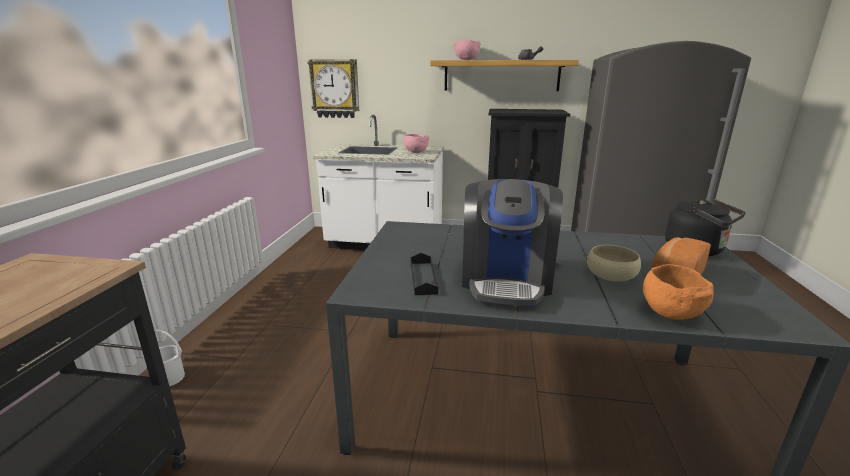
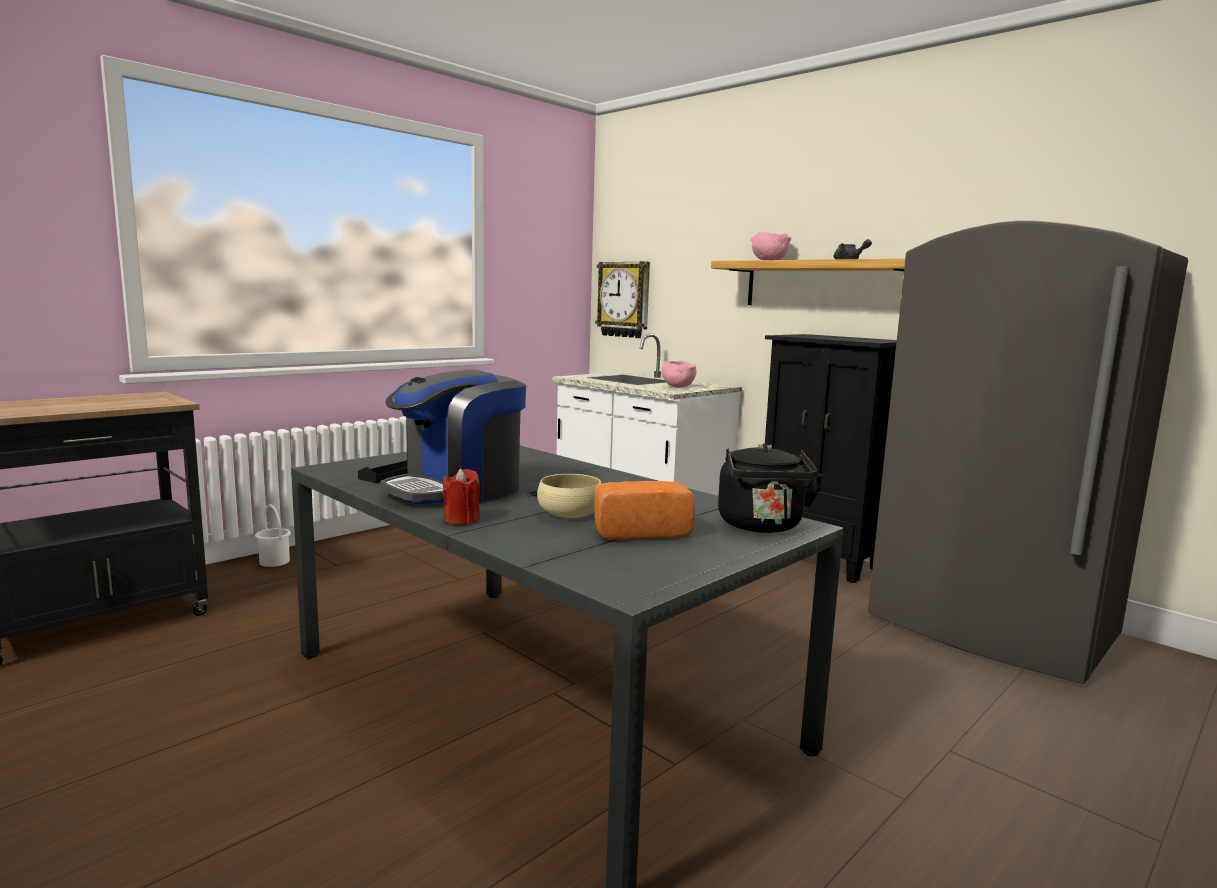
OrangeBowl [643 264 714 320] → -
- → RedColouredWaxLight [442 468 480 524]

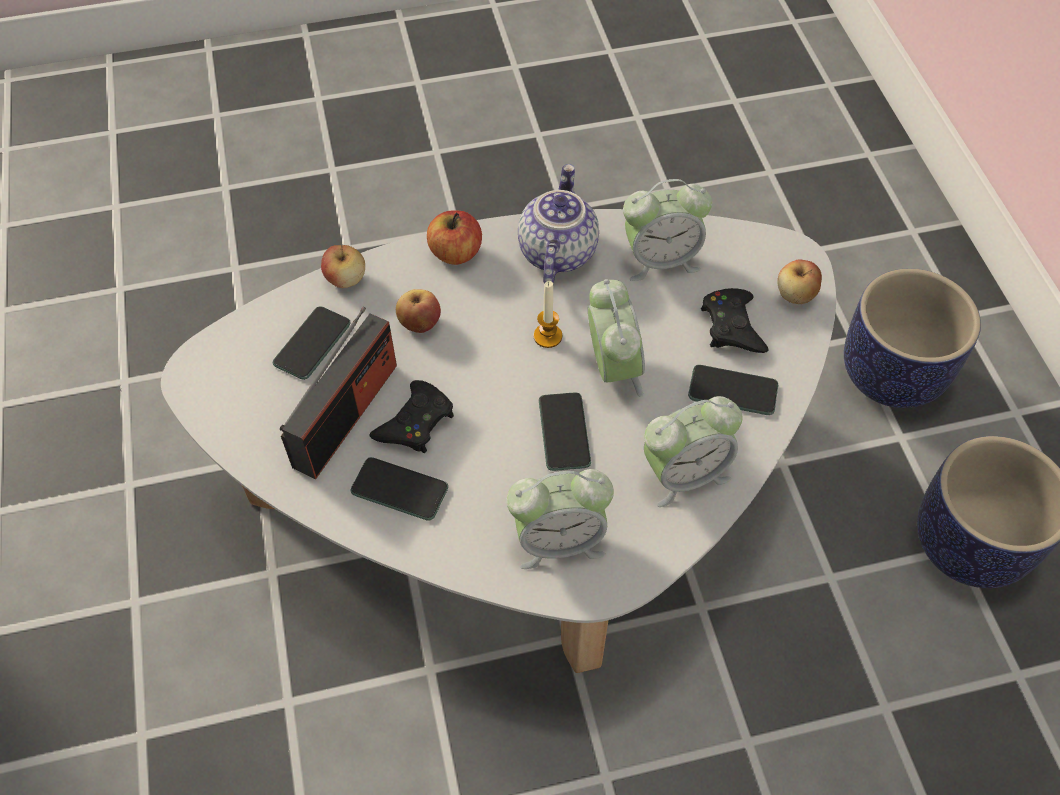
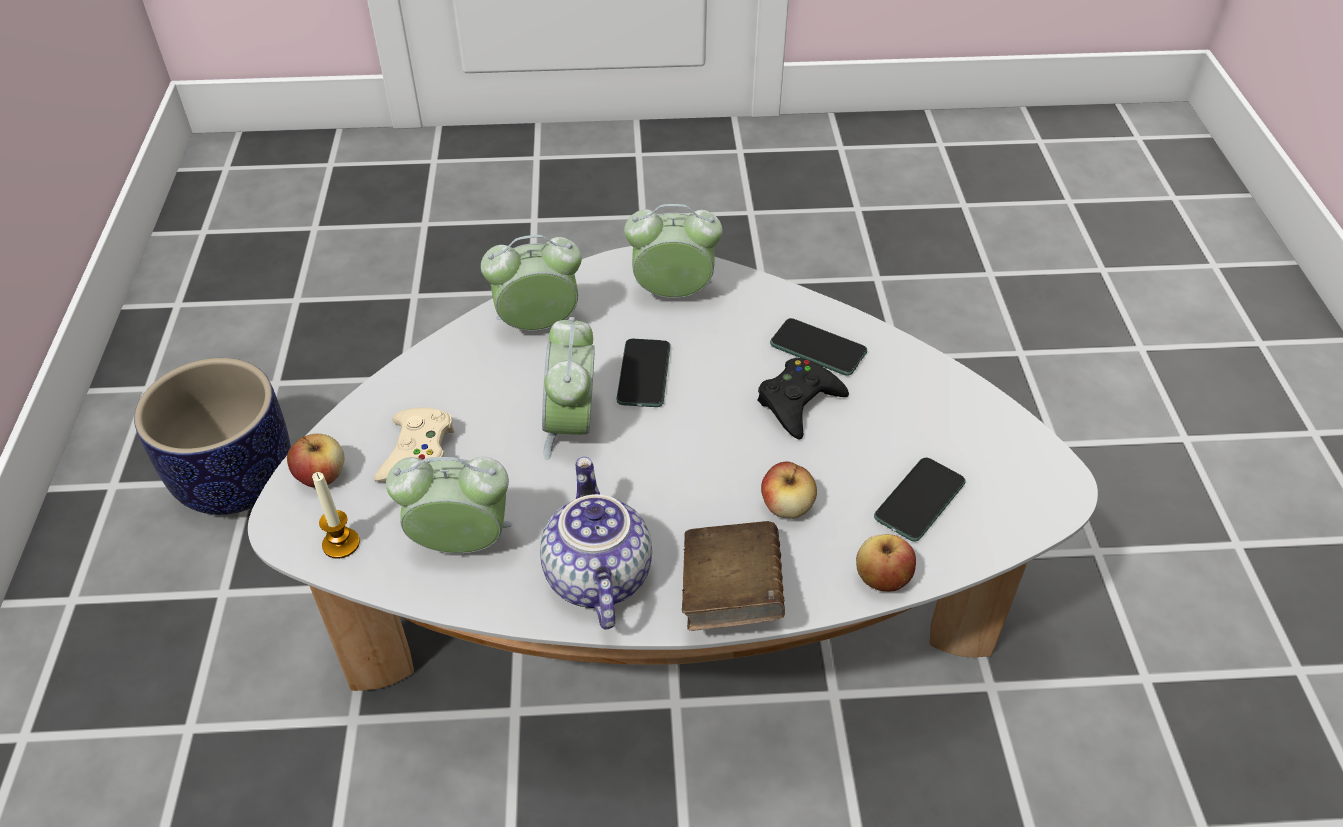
PotForTea [518 164 599 283] → PotForTea [540 457 652 629], 150 degrees clockwise
AppleFruit [427 210 482 265] → BrownBoundBook [682 521 785 631]
Planter [844 269 981 408] → -
WaxLight [533 281 562 348] → WaxLight [312 472 360 559], shifted
BlackColouredGameController [701 288 769 353] → SandColouredGameController [374 408 455 482]
RadioReceiver [280 307 397 479] → -
Telephone [688 365 778 415] → -

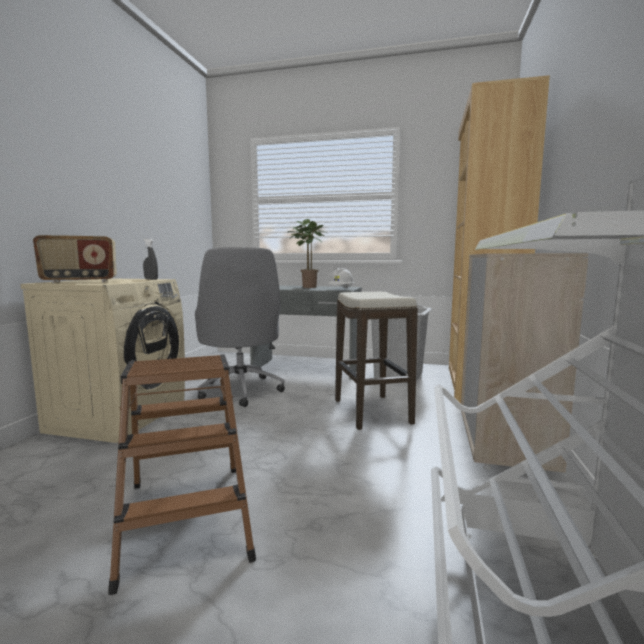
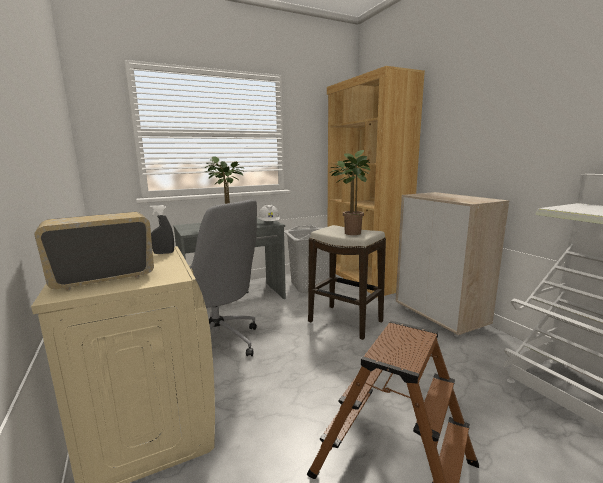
RadioReceiver [33 235 117 283] → RadioReceiver [35 212 154 290], 150 degrees counterclockwise
- → PlantInAPot [330 150 370 235]

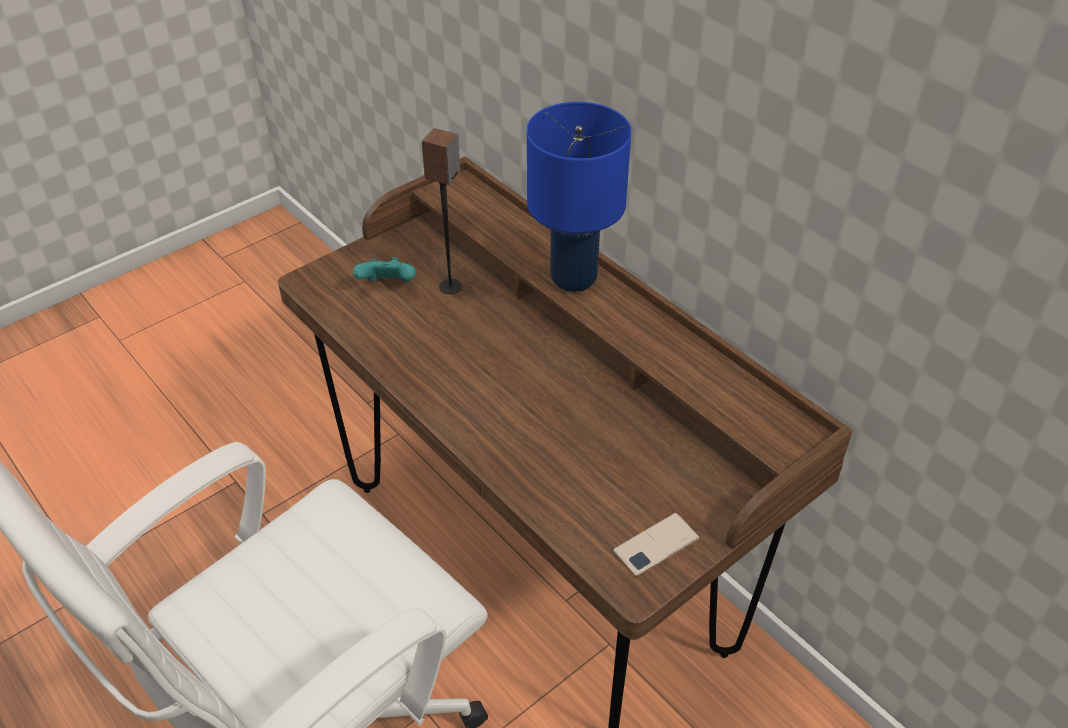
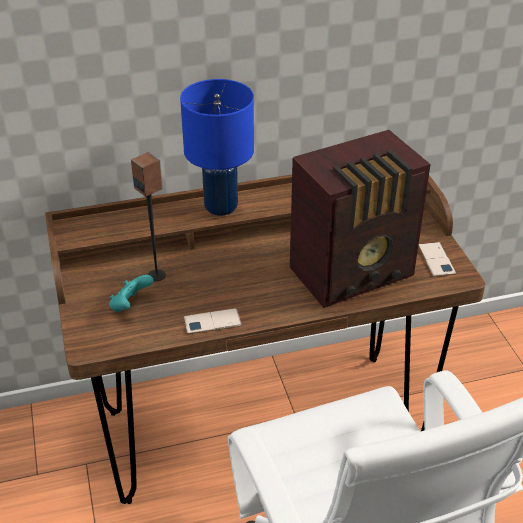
- → RadioReceiver [290 130 431 308]
- → Telephone [184 308 242 334]

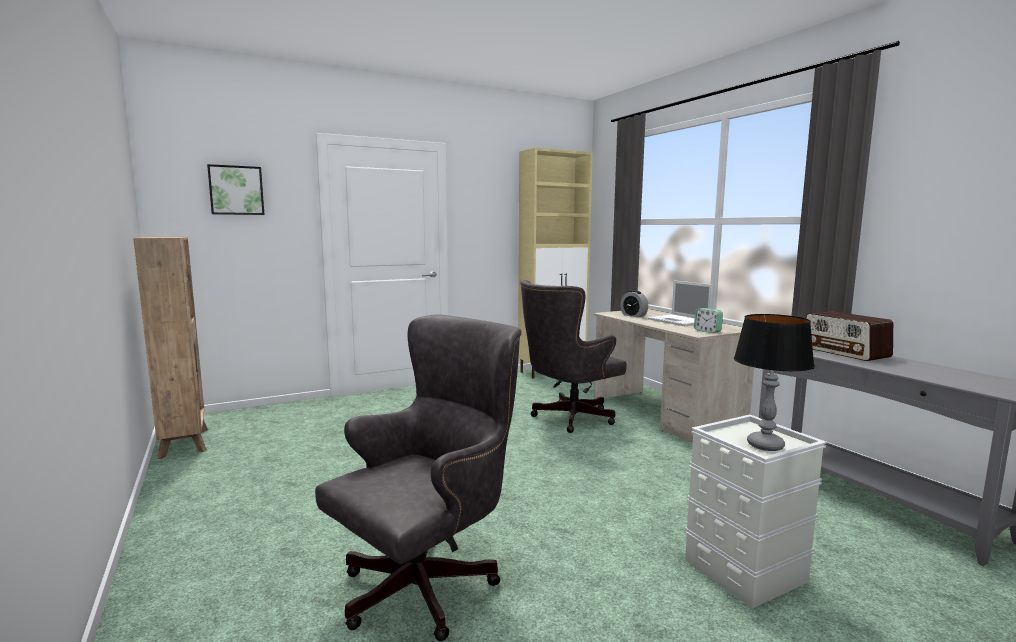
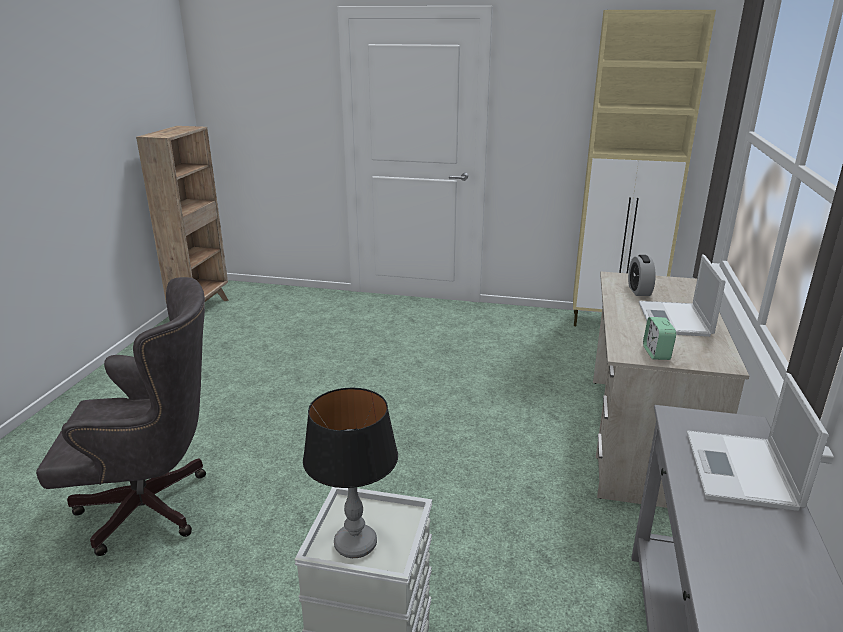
WallArt [207 164 264 215] → -
GreyishDeskChair [520 280 627 433] → -
RadioReceiver [806 311 893 361] → Laptop [687 373 829 511]

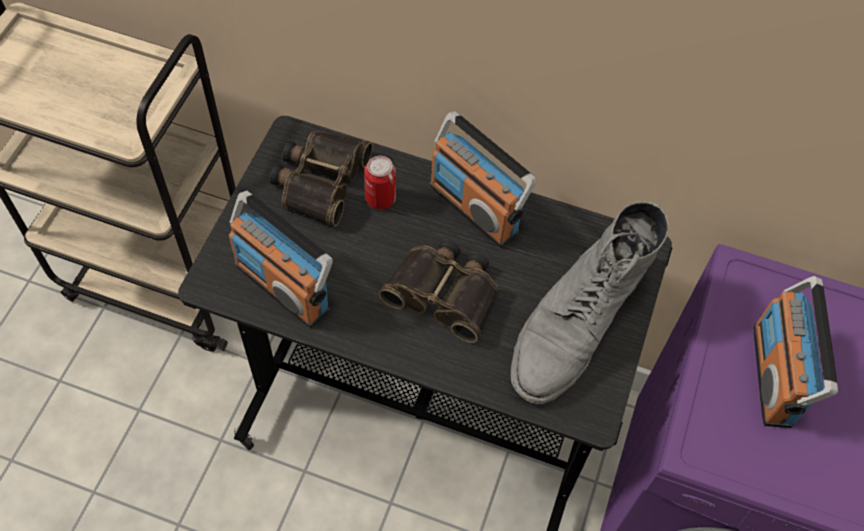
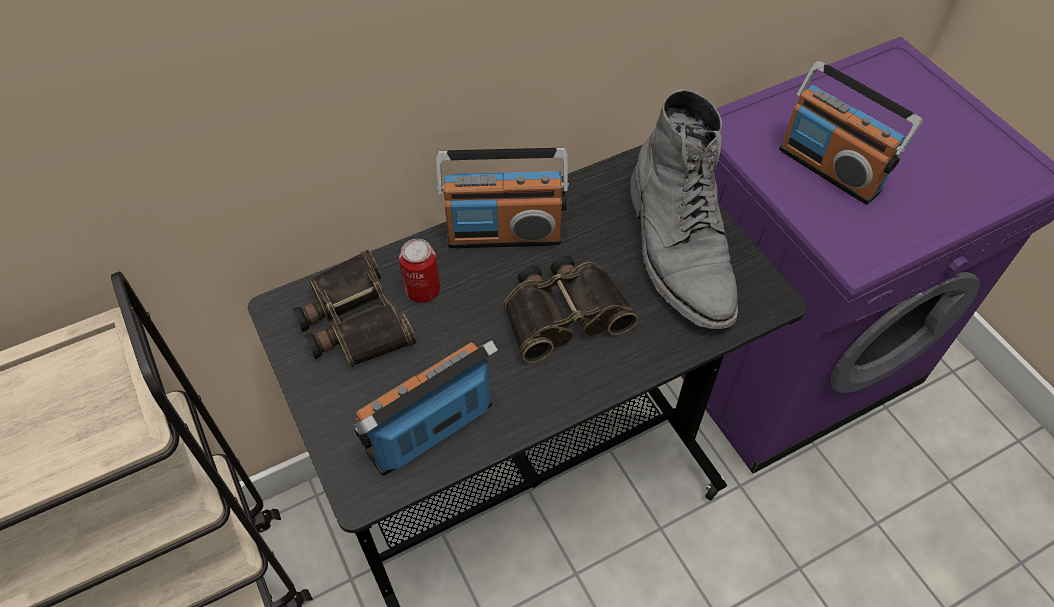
RadioReceiver [229 191 333 328] → RadioReceiver [354 340 498 476], 150 degrees clockwise

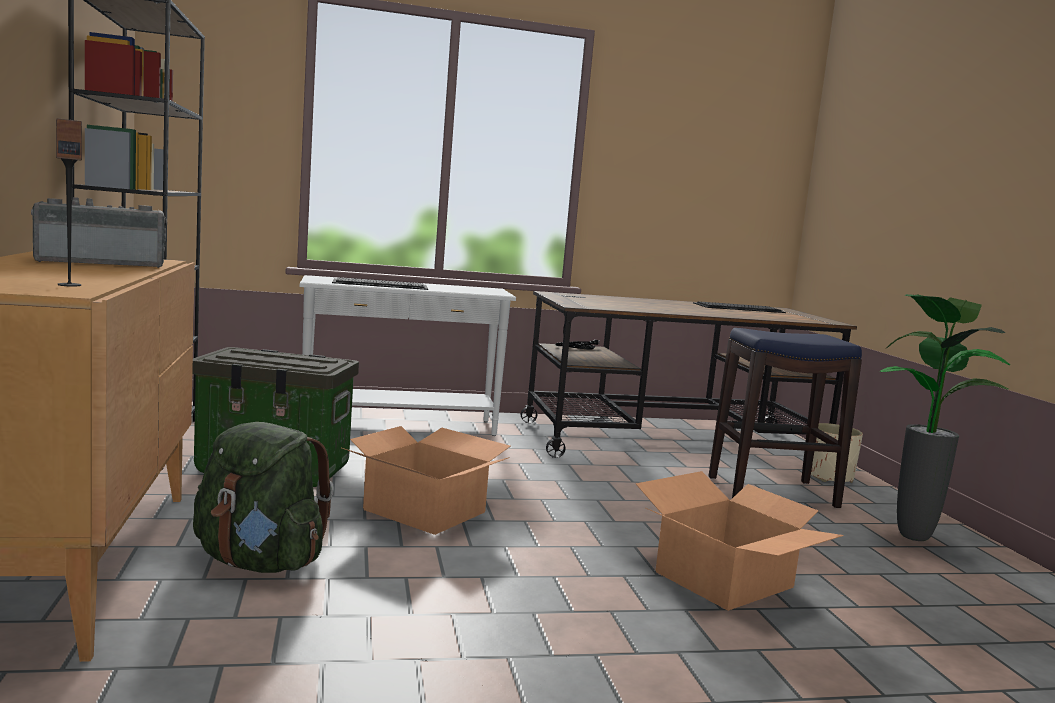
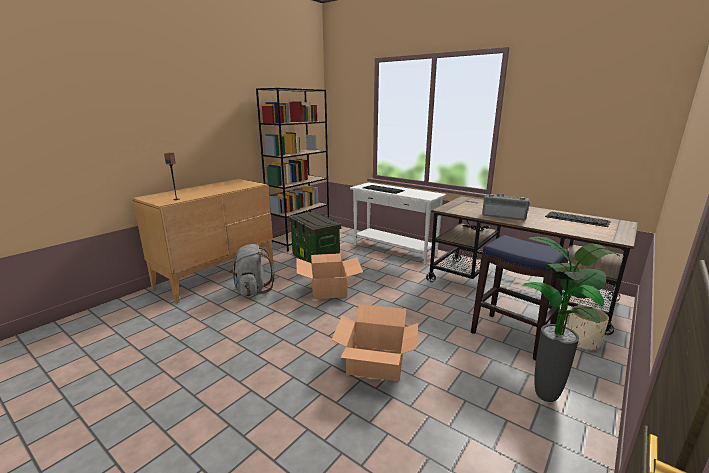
RadioReceiver [31 197 167 268] → RadioReceiver [482 193 530 220], shifted
GreenishKnapsack [193 422 334 573] → GreyishKnapsack [229 244 274 296]

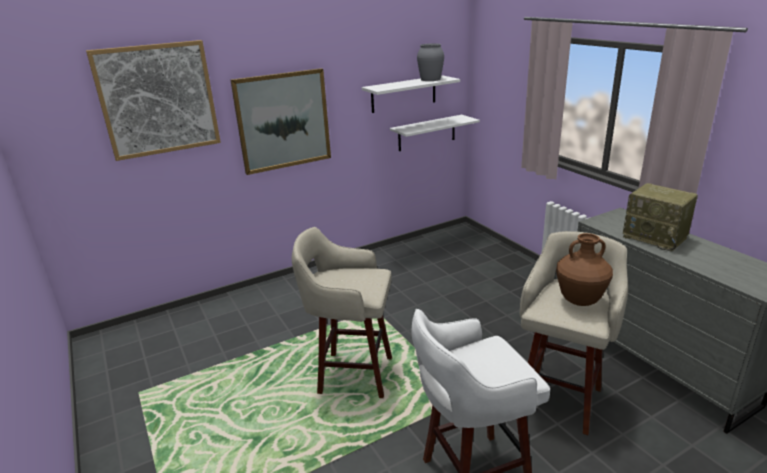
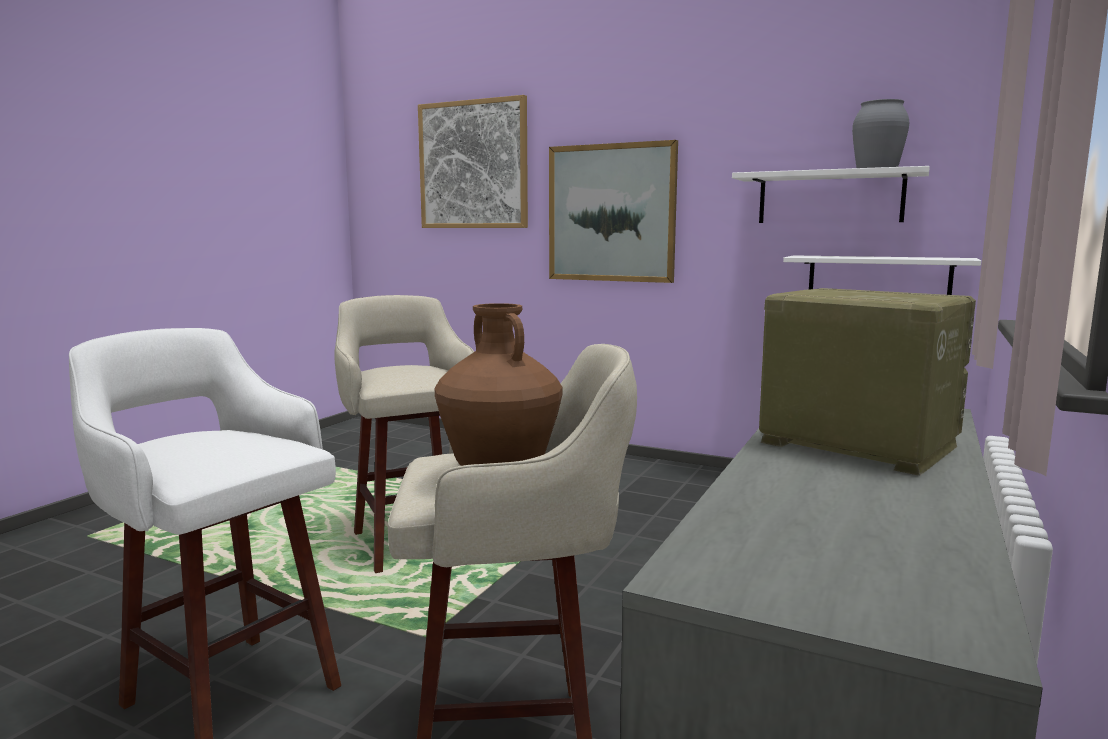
RadioReceiver [623 183 698 251] → RadioReceiver [759 288 976 476], 120 degrees clockwise

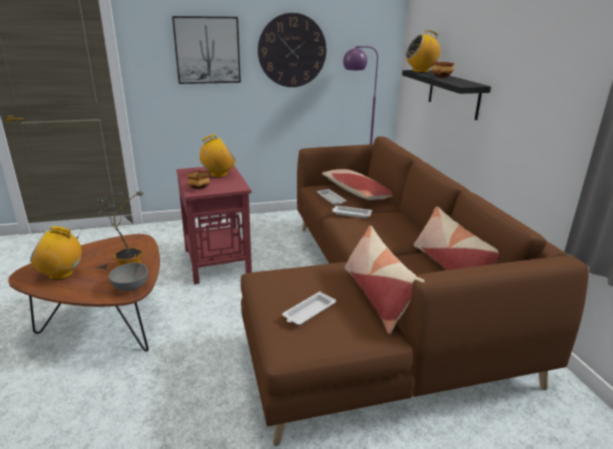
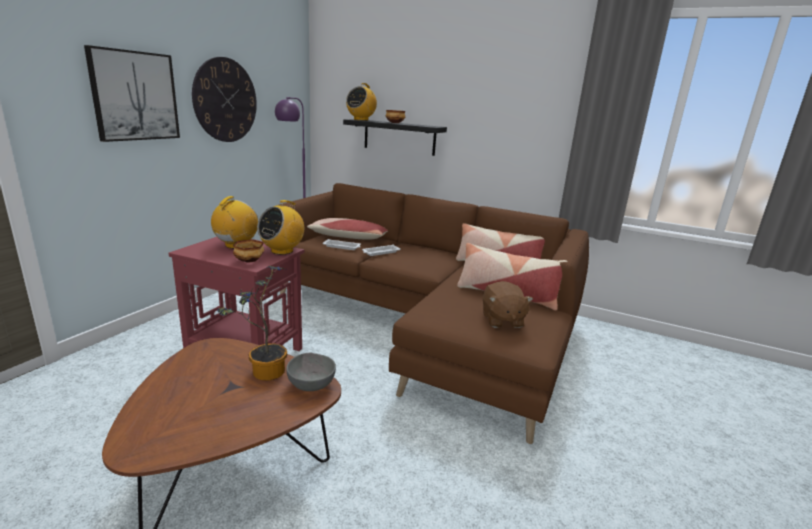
RadioReceiver [30 226 82 280] → RadioReceiver [257 200 304 255], shifted
WhitishTray [282 291 336 325] → BrownSoftToy [483 281 533 328]

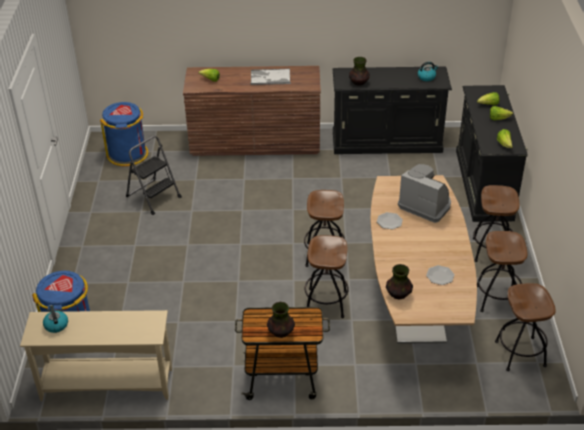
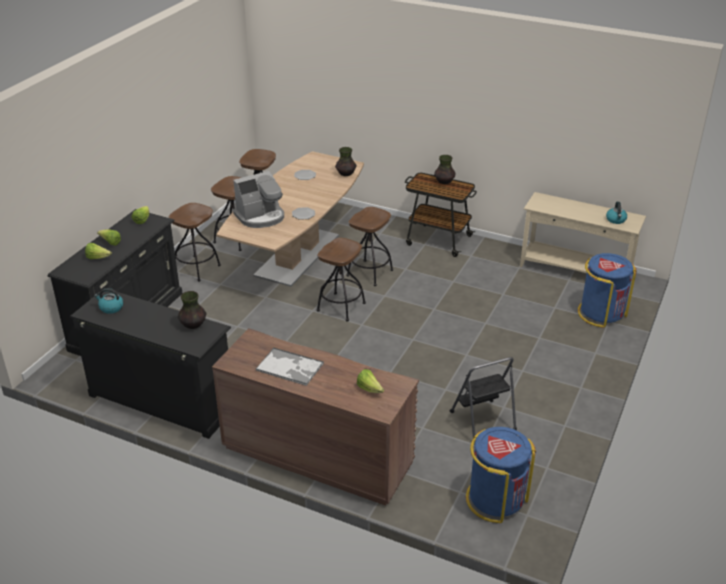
CoffeeBrewer [398 164 451 223] → CoffeeBrewer [233 171 284 228], 90 degrees counterclockwise

